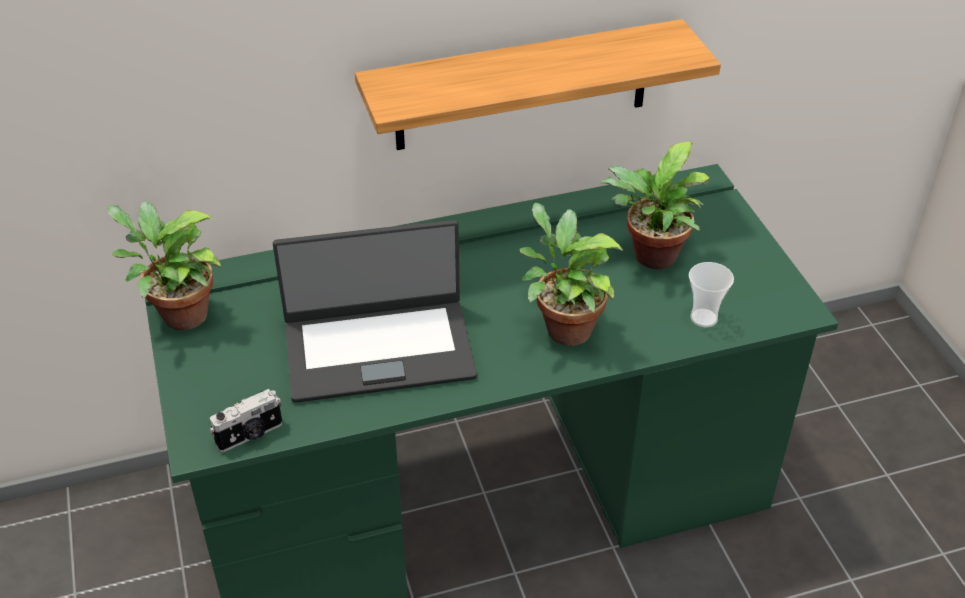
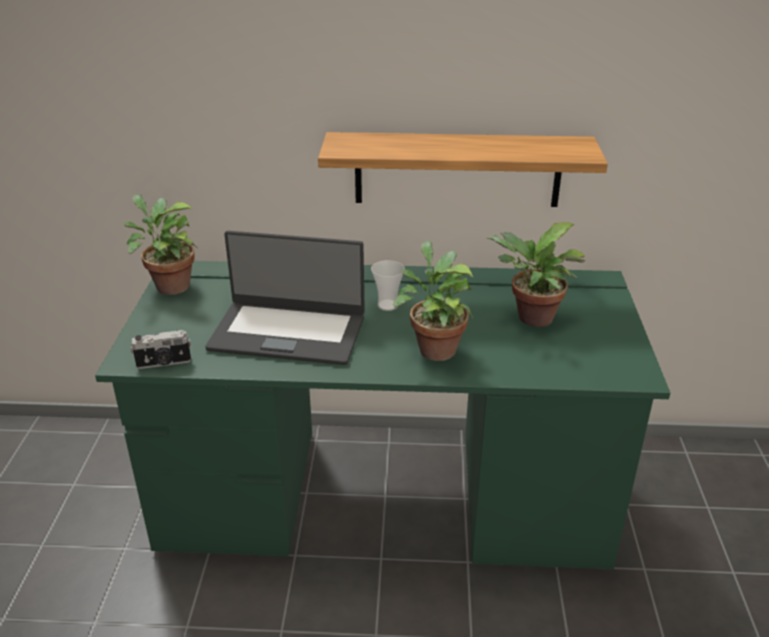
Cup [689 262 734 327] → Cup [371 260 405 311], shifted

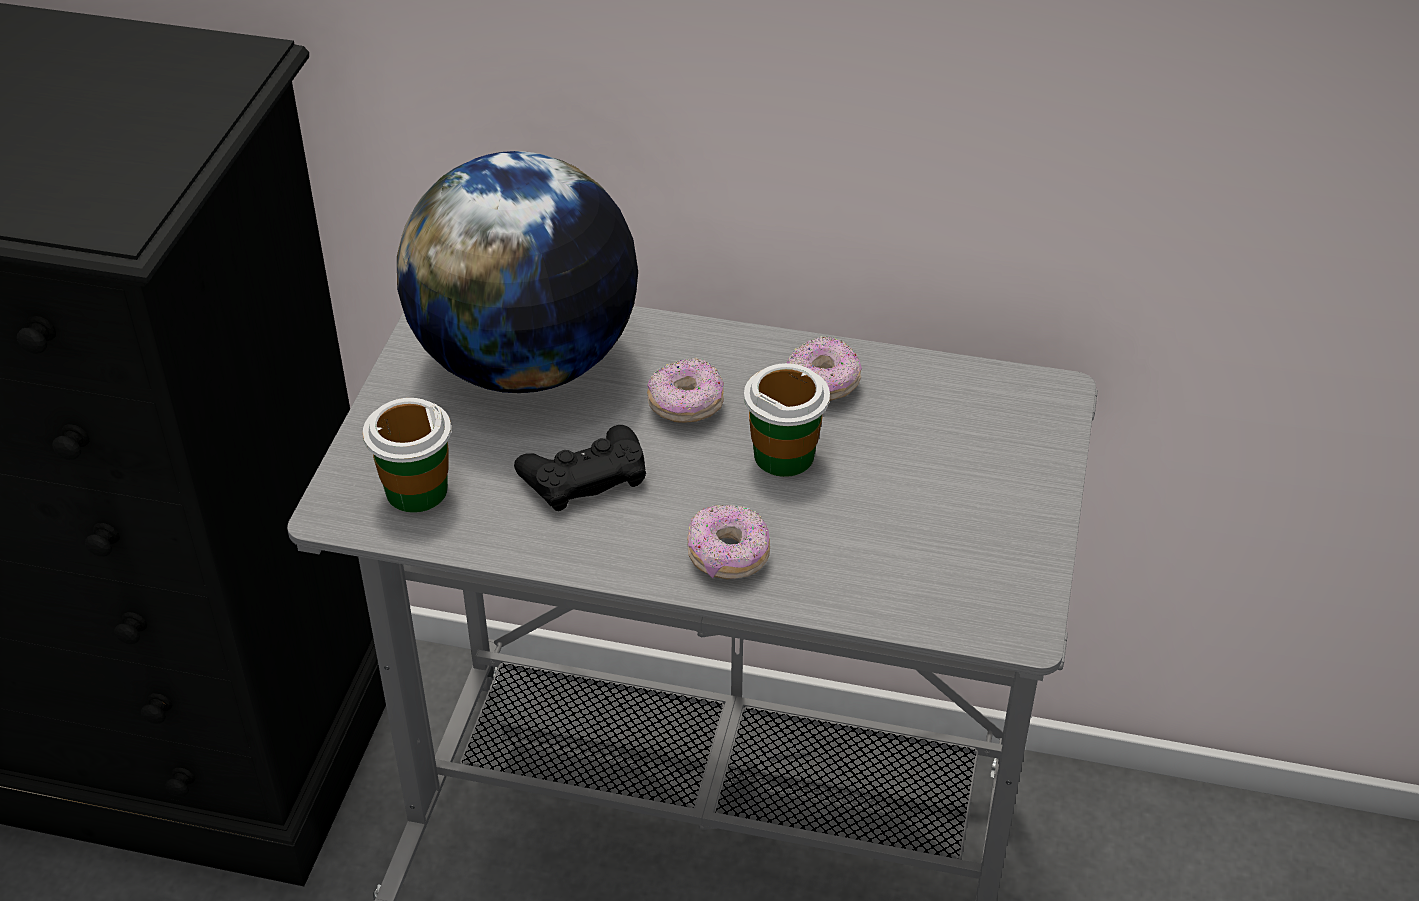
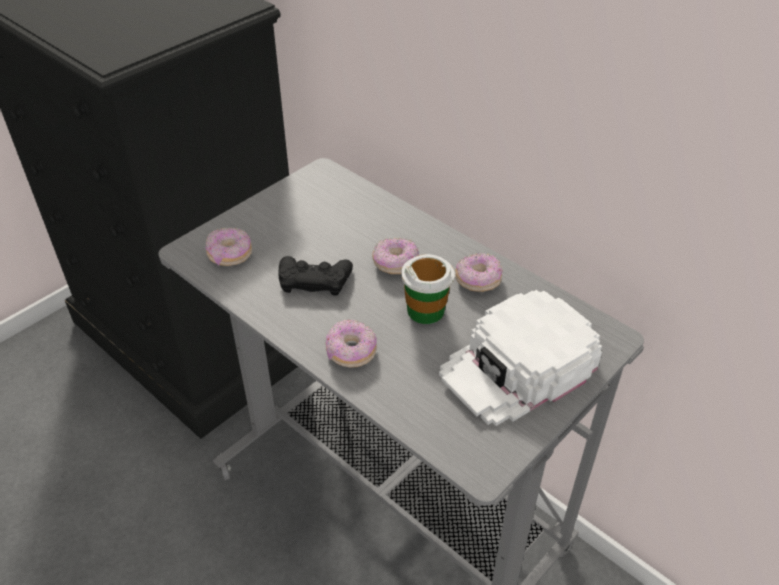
DeskGlobe [397 151 638 393] → -
Cup [363 398 451 513] → Doughnut [206 228 252 266]
- → WhitishBaseballCap [439 290 602 426]

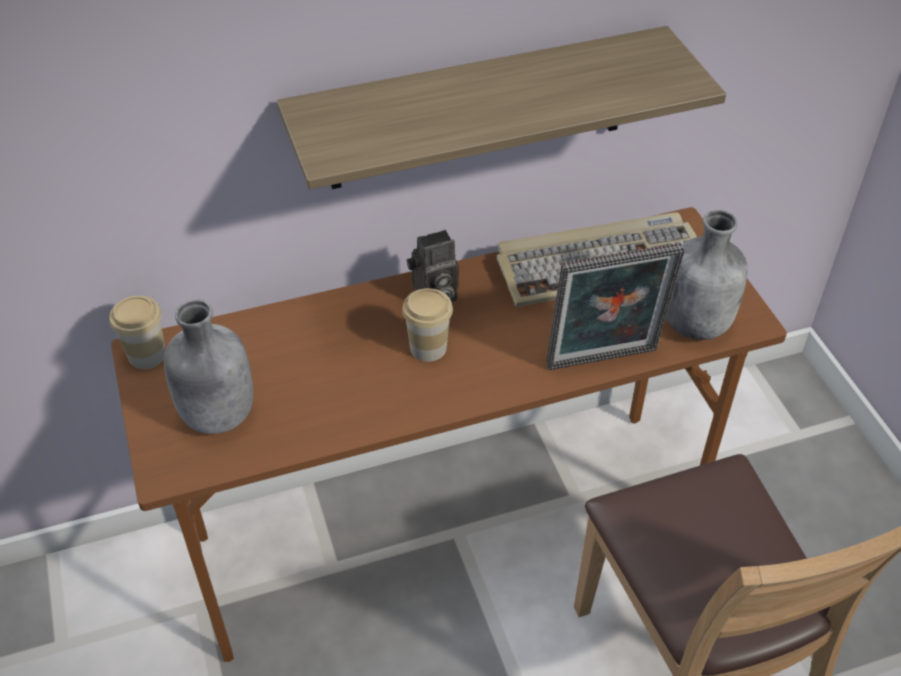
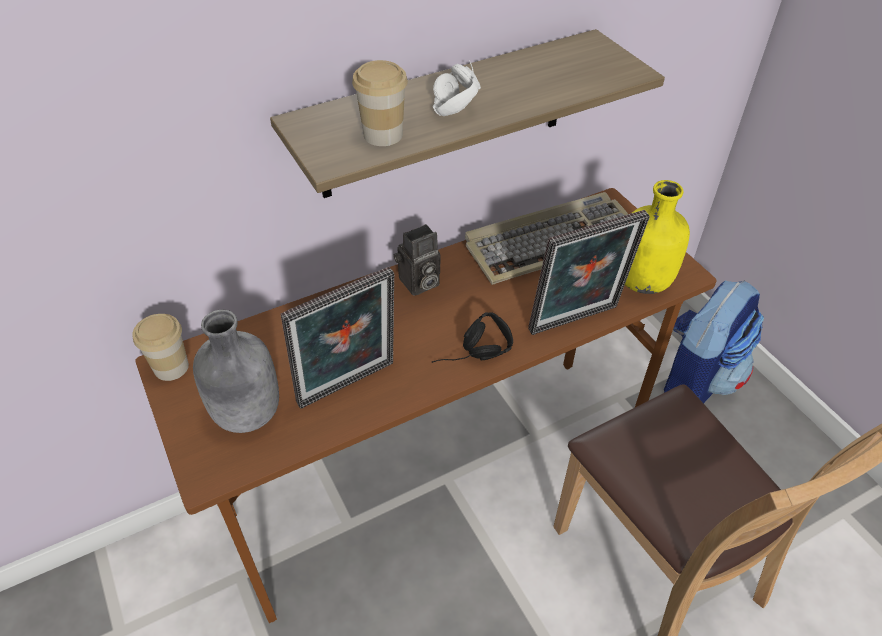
GreyishDrinkBottle [666 210 748 340] → YellowishDrinkBottle [625 180 690 294]
Cup [402 288 453 362] → Cup [352 60 408 146], shifted
- → WhitishPairOfHeadphones [433 60 481 116]
- → StandingFrame [281 267 394 409]
- → Knapsack [664 280 764 403]
- → BlackColouredPairOfHeadphones [432 312 513 363]

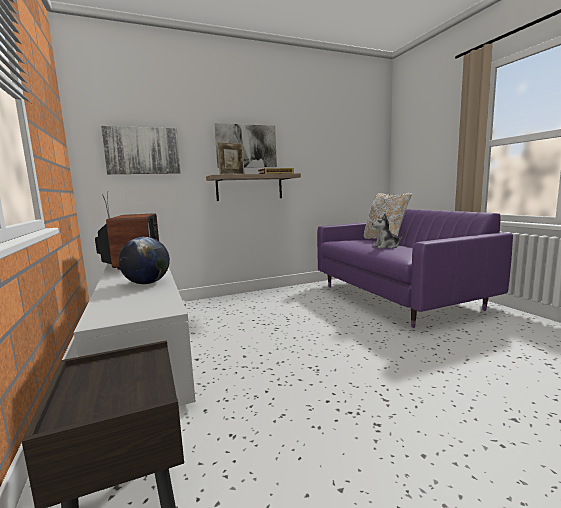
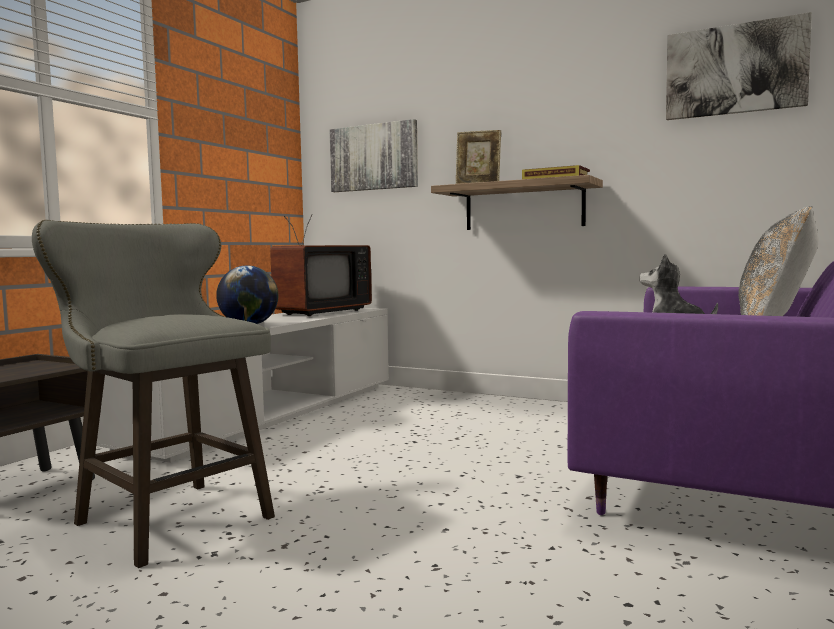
WallArt [215 123 277 168] → WallArt [666 12 812 120], shifted
- → GreyishStool [32 220 275 568]

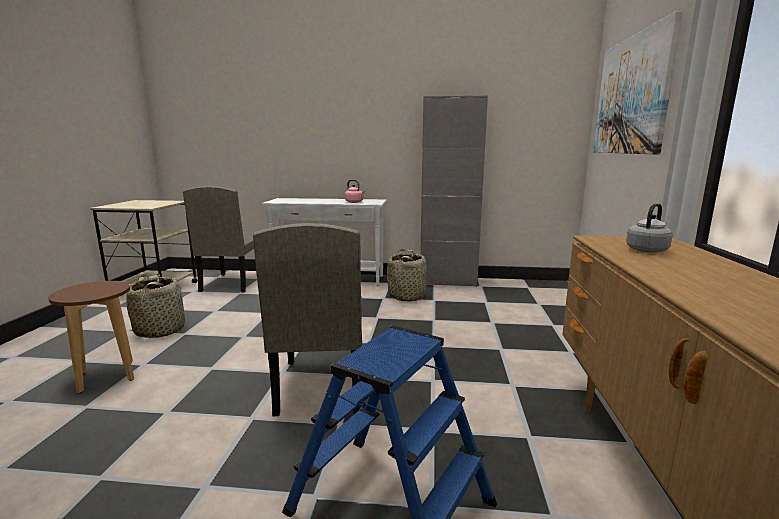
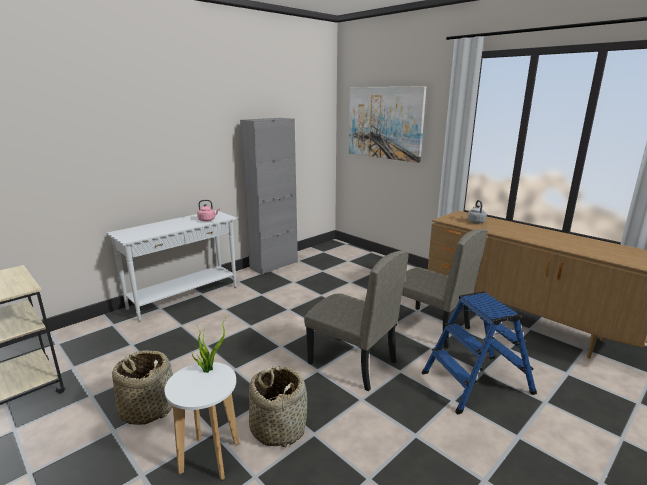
SandColouredChair [183 186 254 292] → SandColouredChair [396 229 488 349], shifted
HouseholdBasket [387 249 427 301] → HouseholdBasket [249 366 307 447], shifted
BrownStool [48 281 134 393] → WhitishStool [165 362 239 480]
- → PlantInAPot [191 319 225 373]

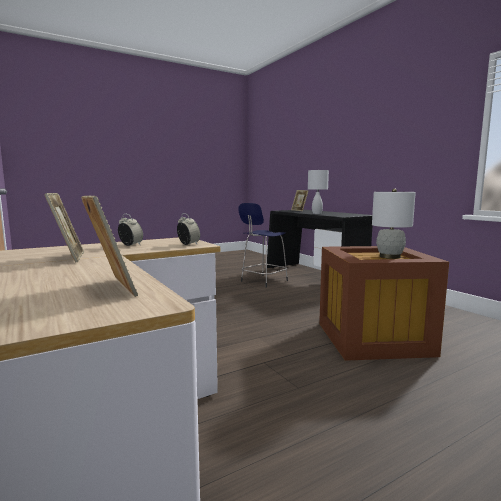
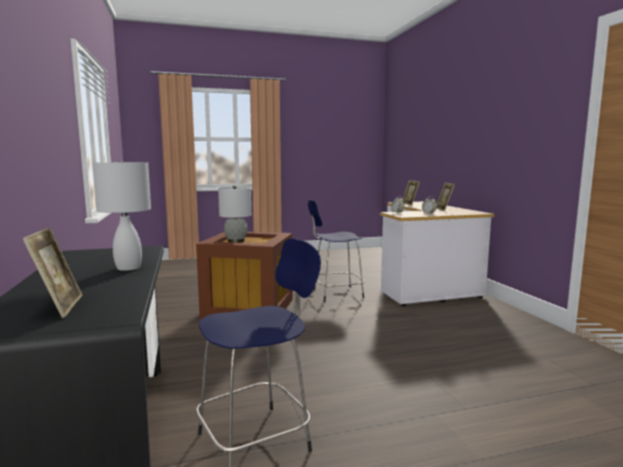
- → BluishStool [308 200 365 302]

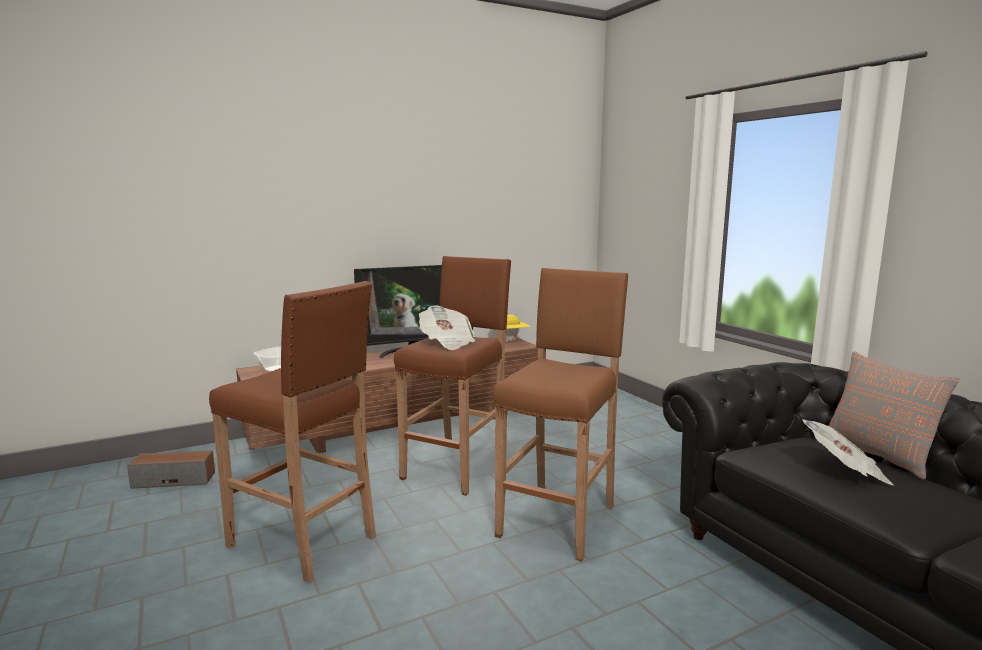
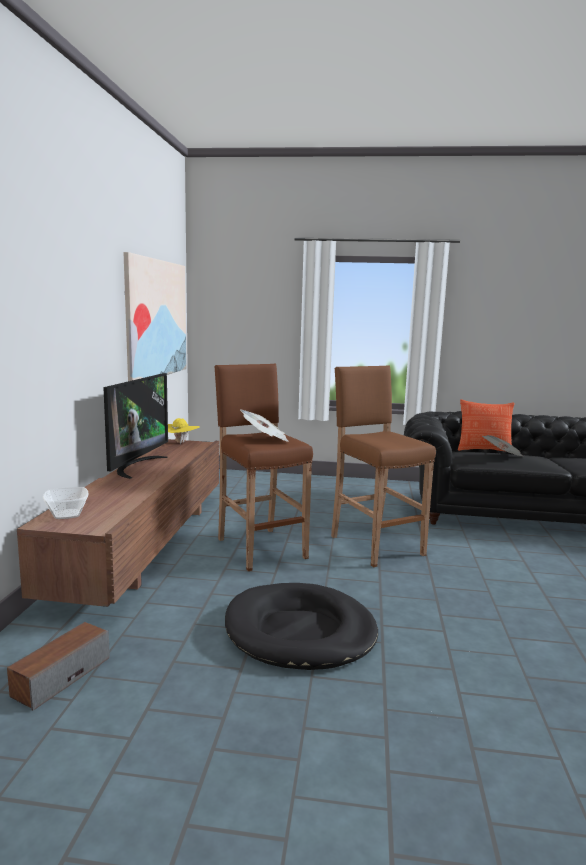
BrownStool [209 281 376 583] → BlackColouredDogCushion [225 583 378 670]
GreyishPillow [829 351 959 480] → OrangePillow [458 399 514 451]
- → WallArt [123 252 186 381]

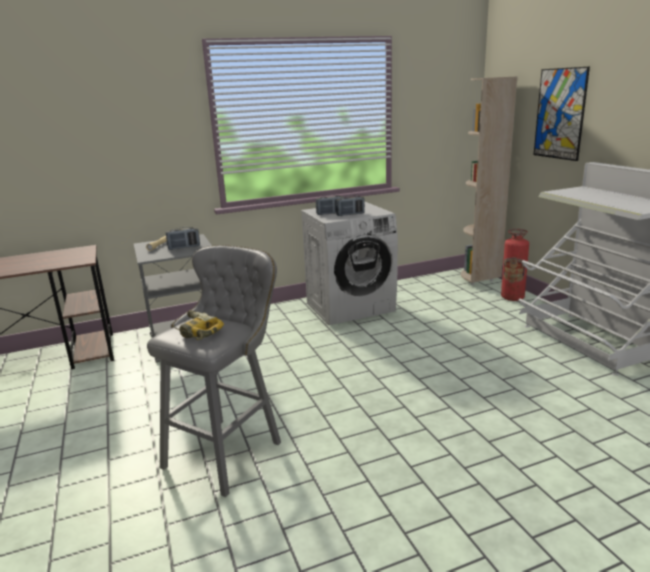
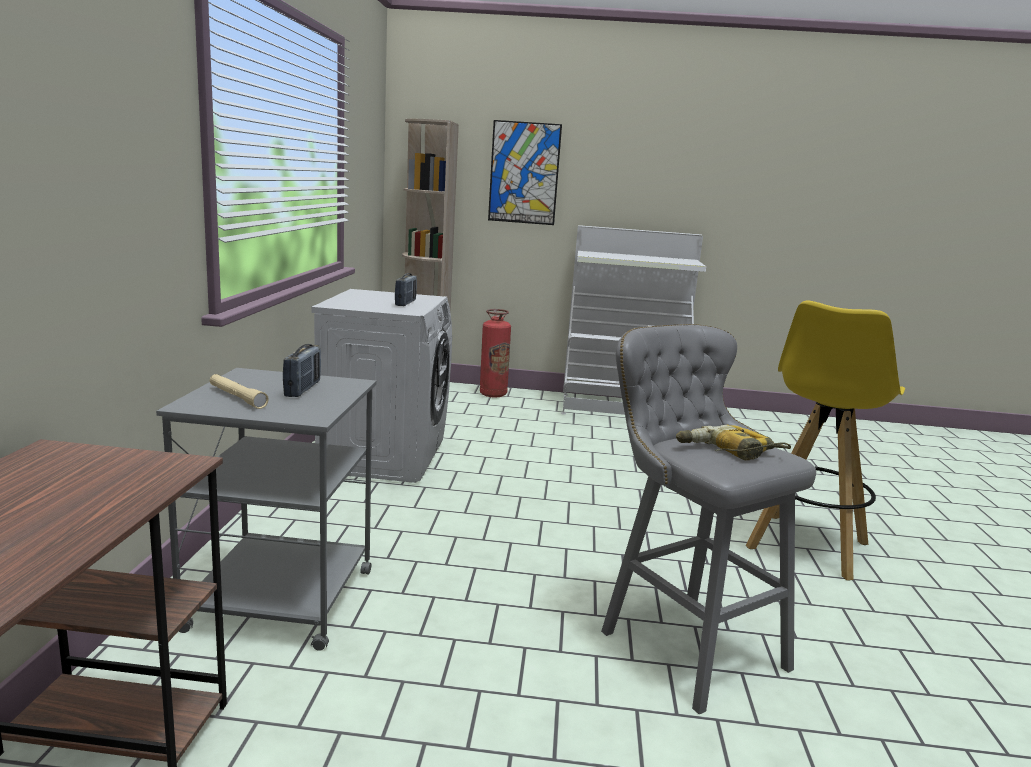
RadioReceiver [316 195 343 215] → -
- → YellowishStool [746 300 905 581]

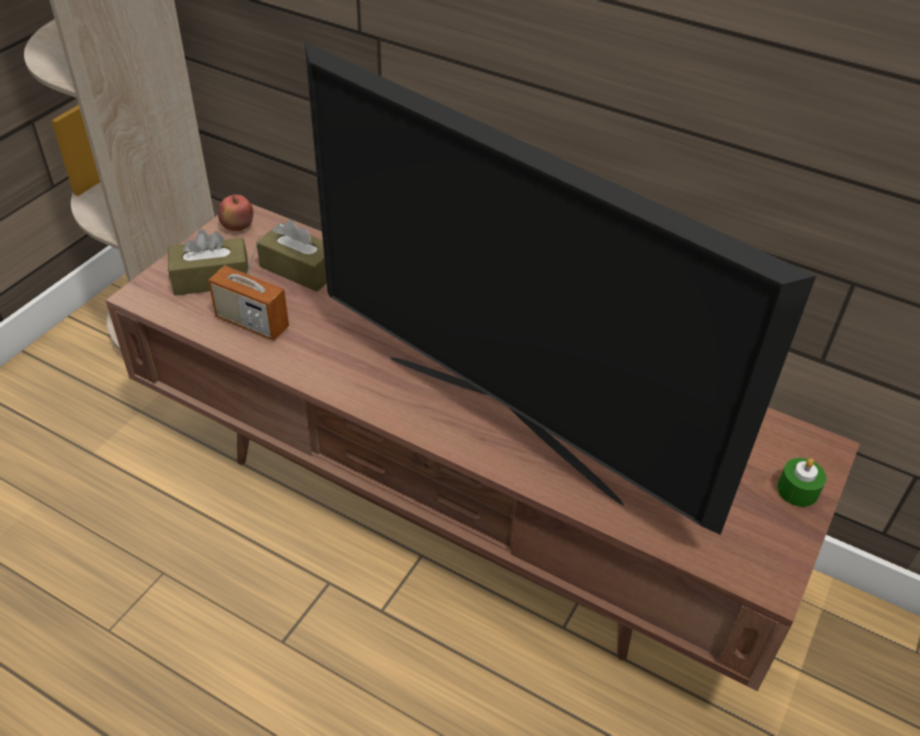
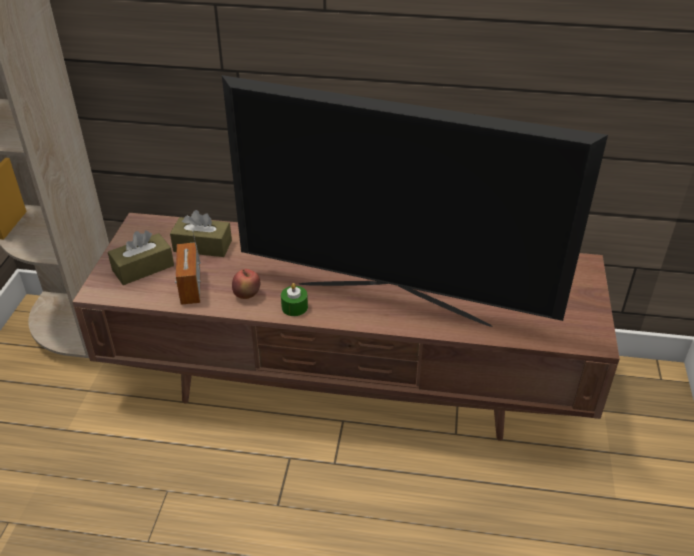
AppleFruit [218 194 253 231] → AppleFruit [232 269 260 299], shifted
RadioReceiver [208 233 289 340] → RadioReceiver [175 230 201 305], 75 degrees clockwise
GreenishWaxLight [777 458 826 507] → GreenishWaxLight [281 283 308 316], shifted

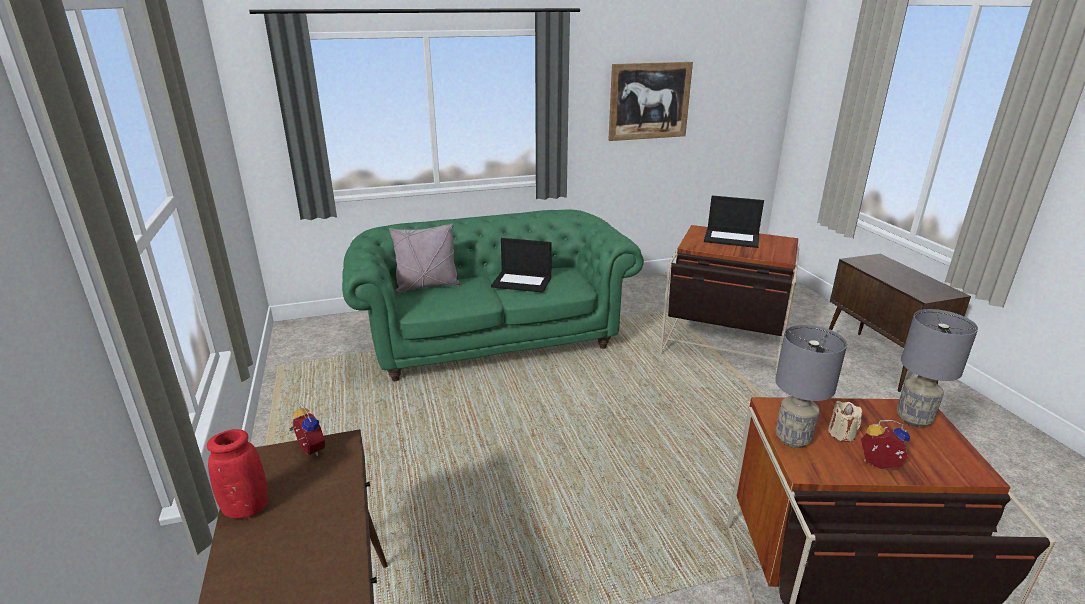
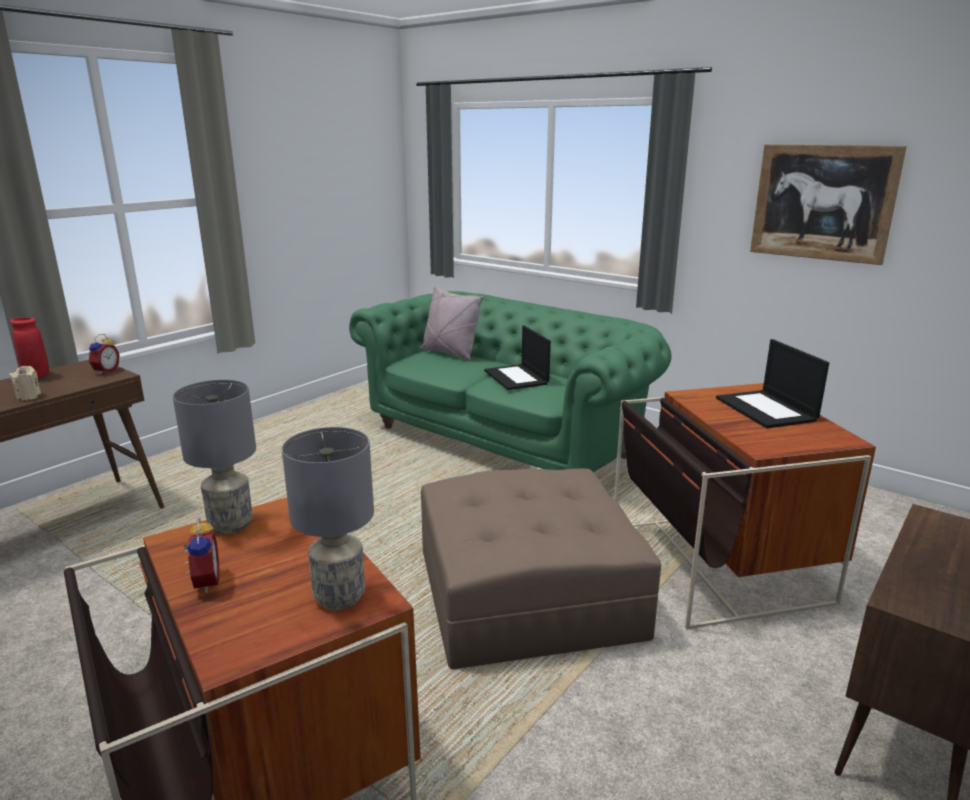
SandColouredWaxLight [828 401 862 442] → SandColouredWaxLight [10 366 42 401], shifted
- → BrownOttoman [421 468 661 670]

